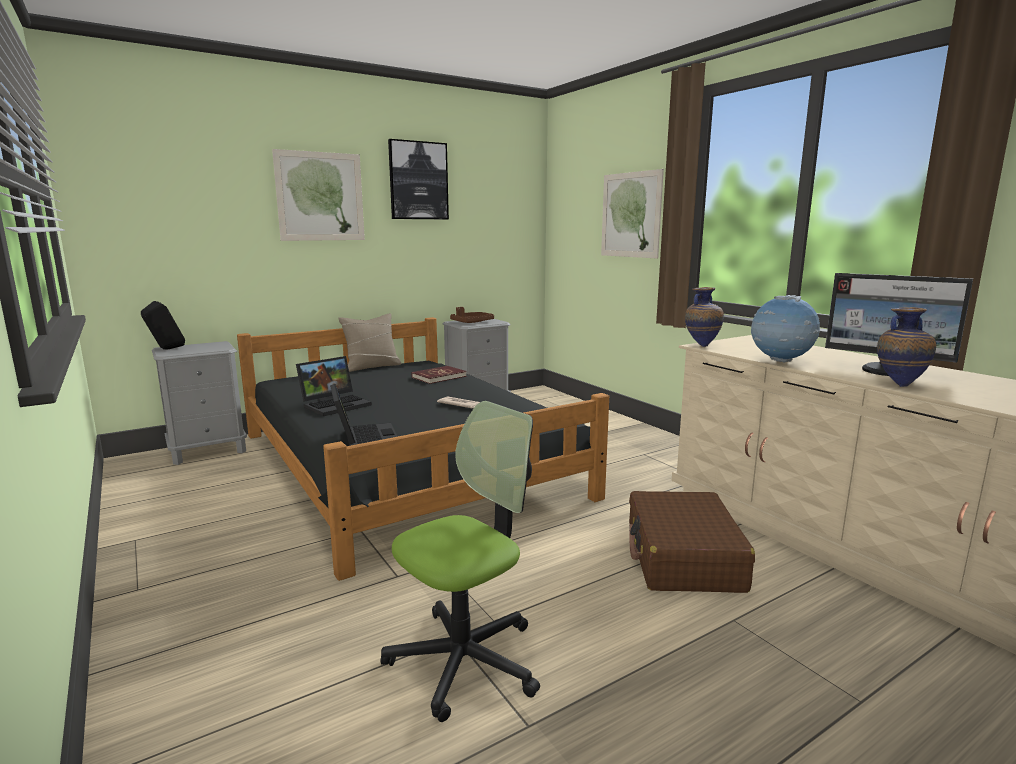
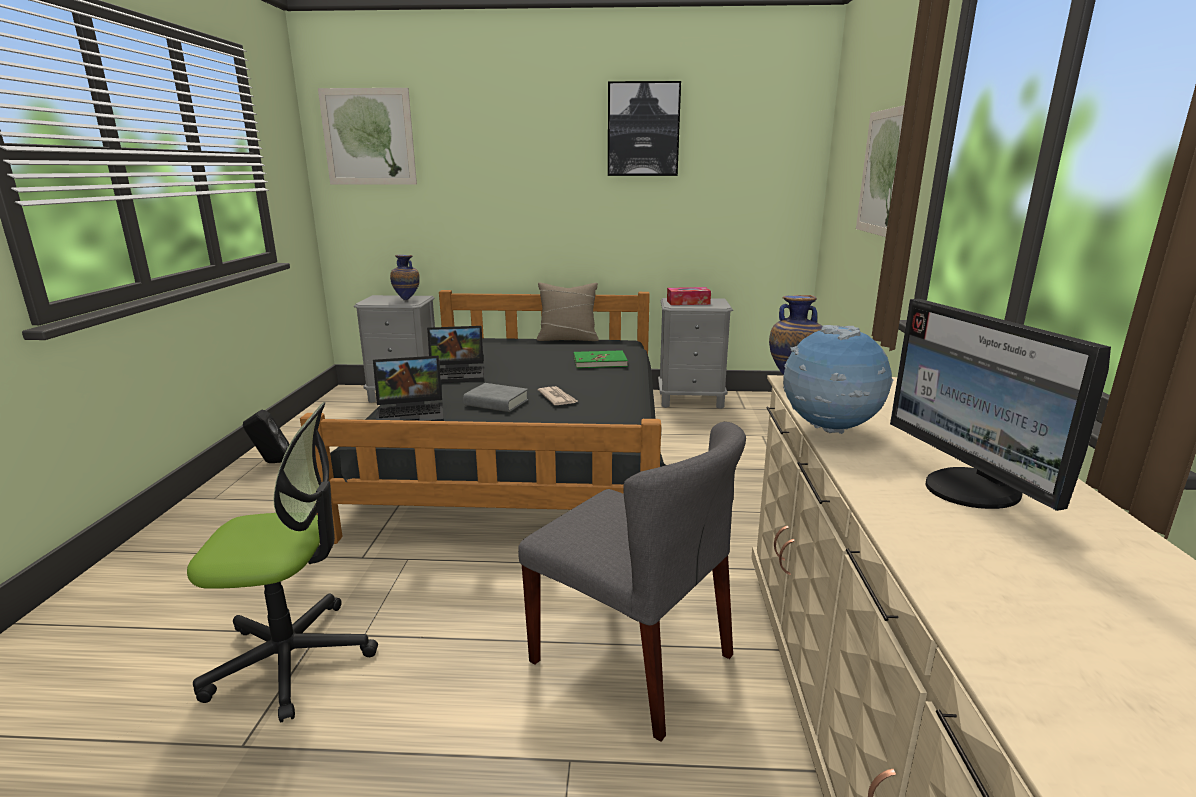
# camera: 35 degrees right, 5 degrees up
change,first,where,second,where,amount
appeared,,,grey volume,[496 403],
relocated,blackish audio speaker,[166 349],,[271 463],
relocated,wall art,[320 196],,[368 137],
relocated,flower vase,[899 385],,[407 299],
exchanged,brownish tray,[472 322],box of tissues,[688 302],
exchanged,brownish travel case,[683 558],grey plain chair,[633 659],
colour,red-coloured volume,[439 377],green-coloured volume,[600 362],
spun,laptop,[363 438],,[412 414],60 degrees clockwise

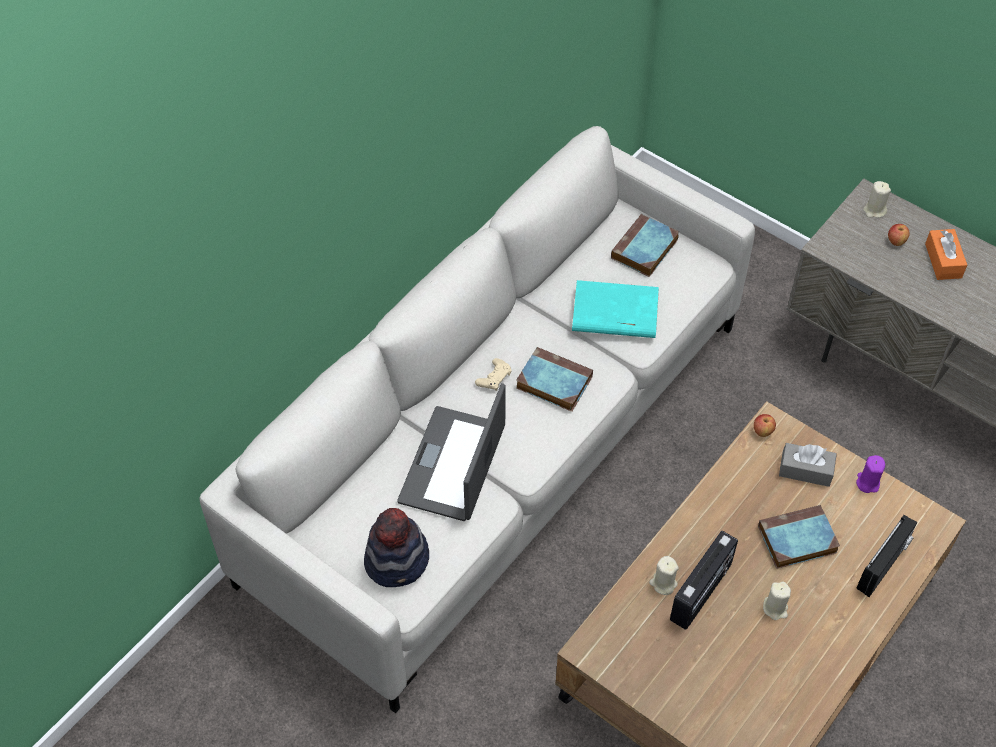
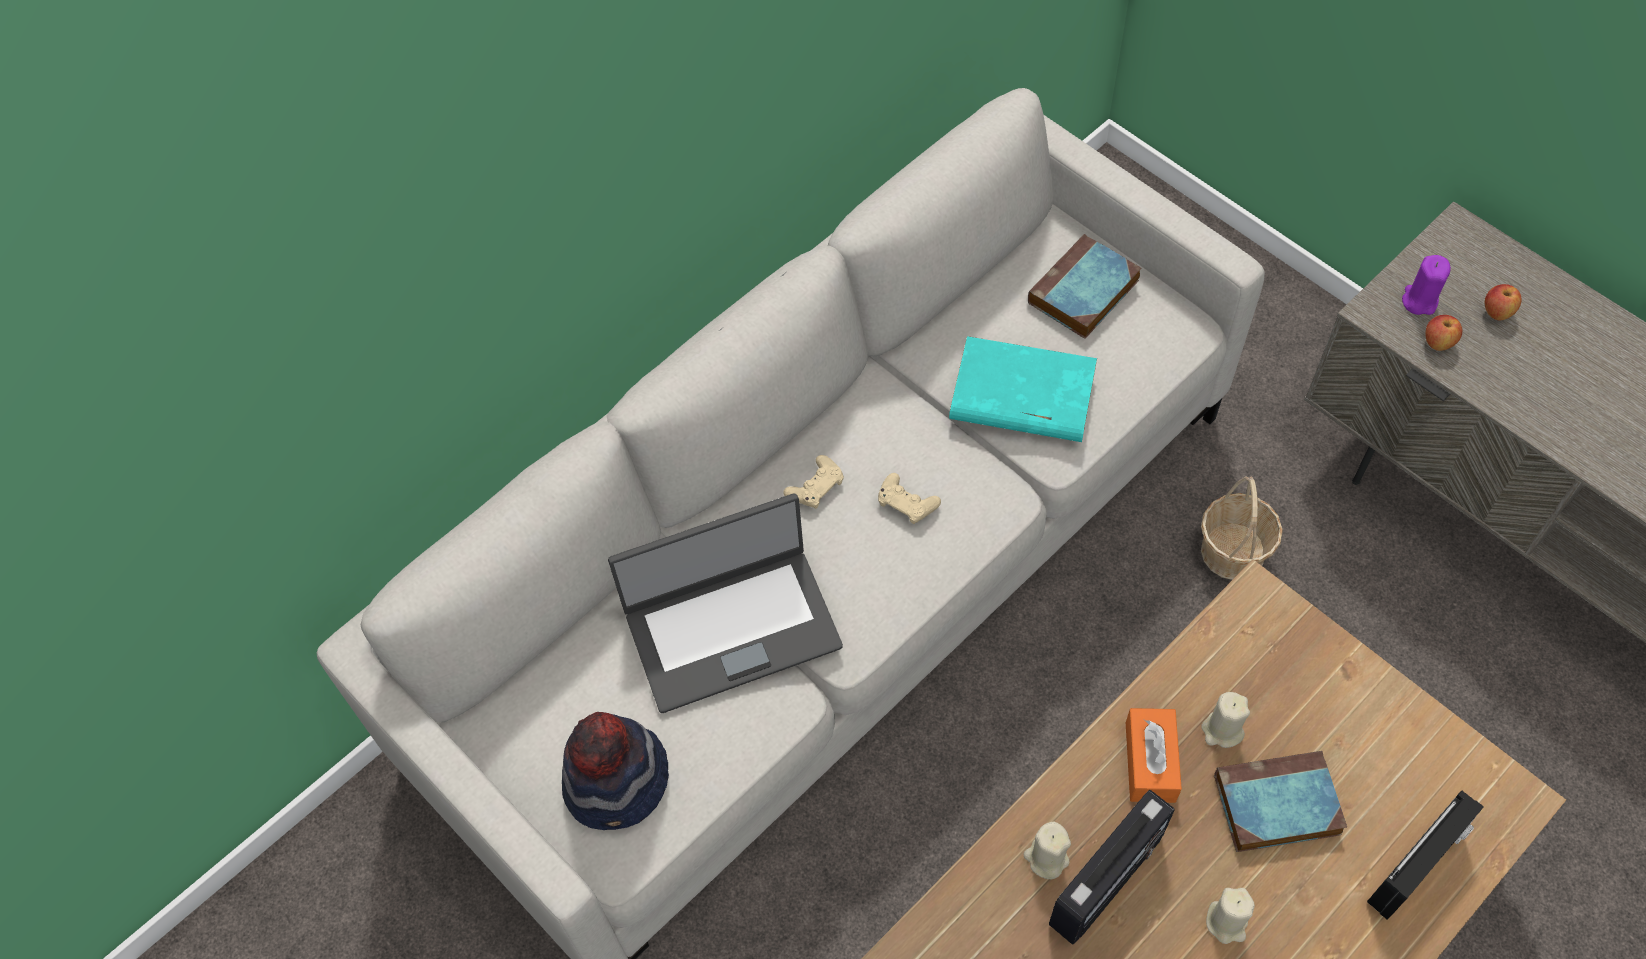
# camera: 10 degrees right, 5 degrees up
change,first,where,second,where,amount
missing,grey box of tissues,[805 470],,,
appeared,,,storage basket,[1233 551],
relocated,whole apple,[762 431],,[1438 342],
relocated,purple-coloured wax candle,[867 483],,[1419 300],
relocated,sand-coloured wax candle,[874 210],,[1222 730],
relocated,orangey box of tissues,[943 261],,[1150 762],
exchanged,volume,[552 382],sand-coloured game controller,[907 503],
spun,laptop,[454 464],,[731 628],135 degrees counterclockwise

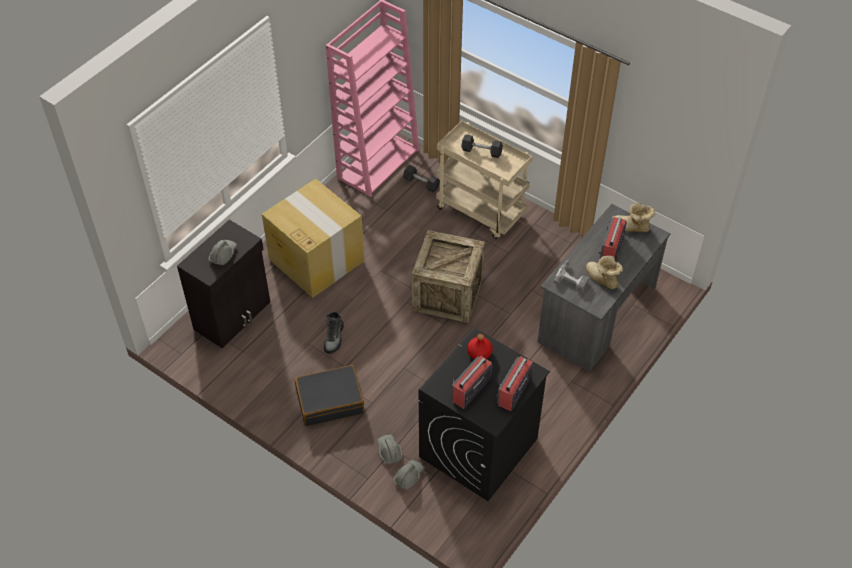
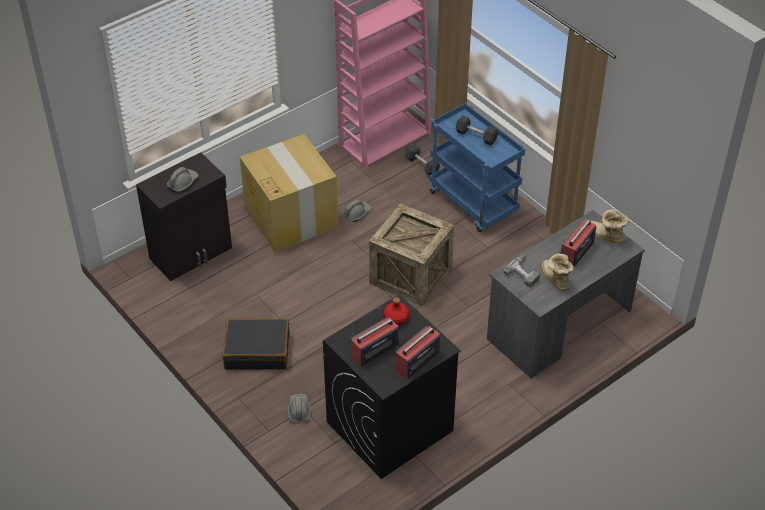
# camera: 15 degrees right, 5 degrees down
change,first,where,second,where,amount
missing,high-top boot,[334 338],,,
relocated,grey hard hat,[408 476],,[357 213],
colour,sand-coloured wheeled cart,[482 212],bluish wheeled cart,[474 204],

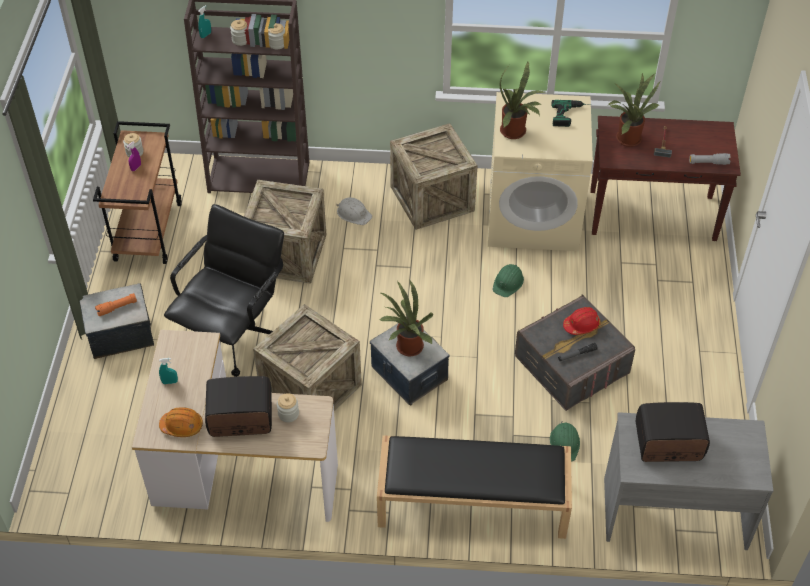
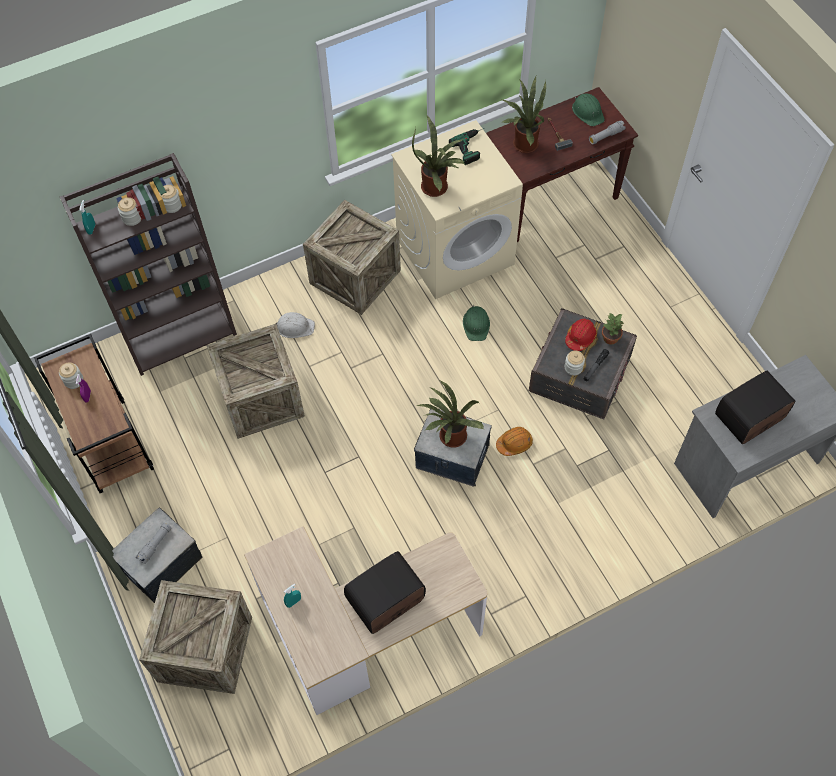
# camera: 30 degrees left, 10 degrees up
change,first,where,second,where,amount
missing,blackish office chair,[234 335],,,
missing,blackish long seat,[471 502],,,
appeared,,,houseplant,[610 338],
relocated,orangey hard hat,[182 426],,[514 443],
relocated,crate,[310 388],,[205 649],
relocated,storage jar,[288 414],,[573 368],
relocated,green-coloured hard hat,[565 443],,[588 112],
colour,orangey flashlight,[117 308],grey flashlight,[155 545],

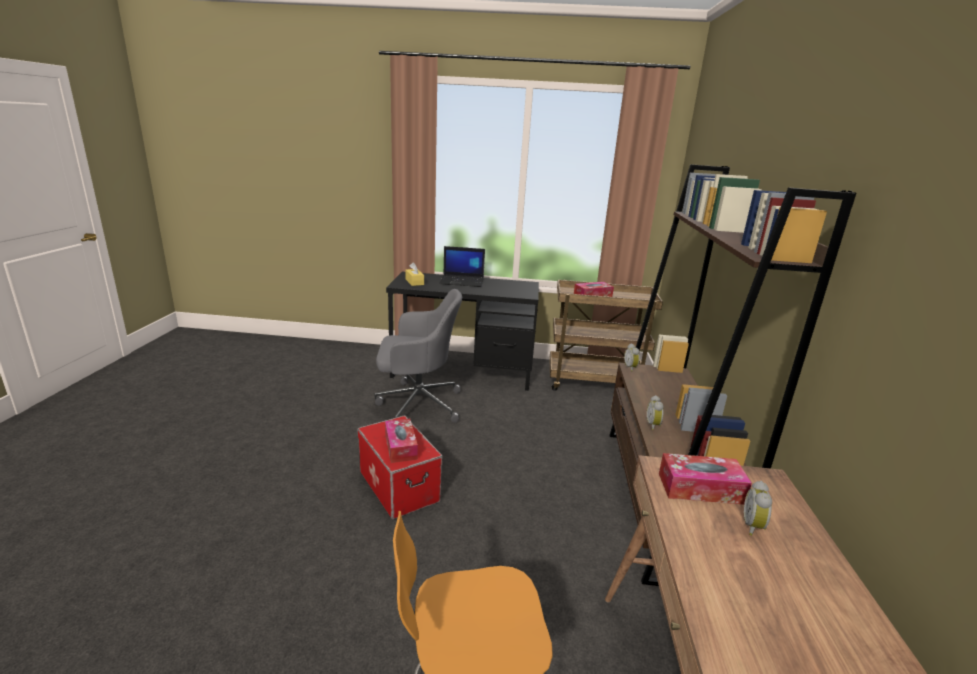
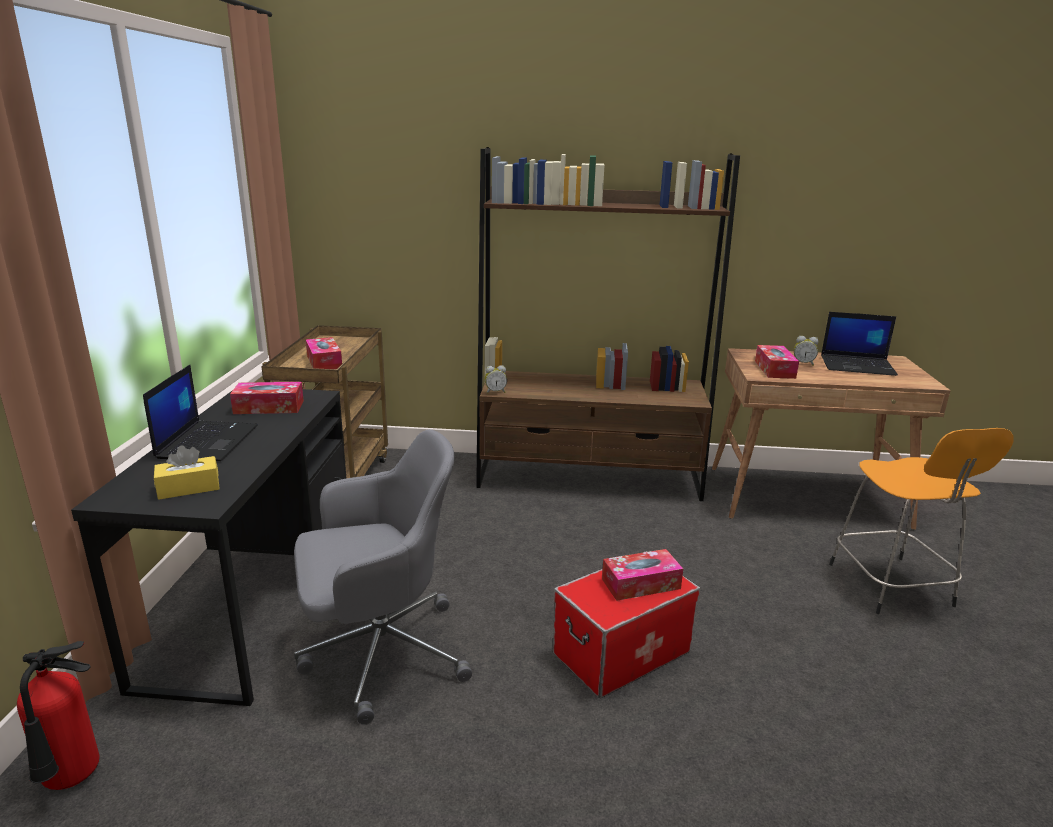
# camera: 90 degrees left, 0 degrees up
change,first,where,second,where,amount
missing,table clock,[654 425],,,
appeared,,,fire extinguisher,[71 781],
appeared,,,box of tissues,[269 407],
appeared,,,laptop,[858 365],
spun,grey office chair,[417 404],,[380 652],75 degrees clockwise

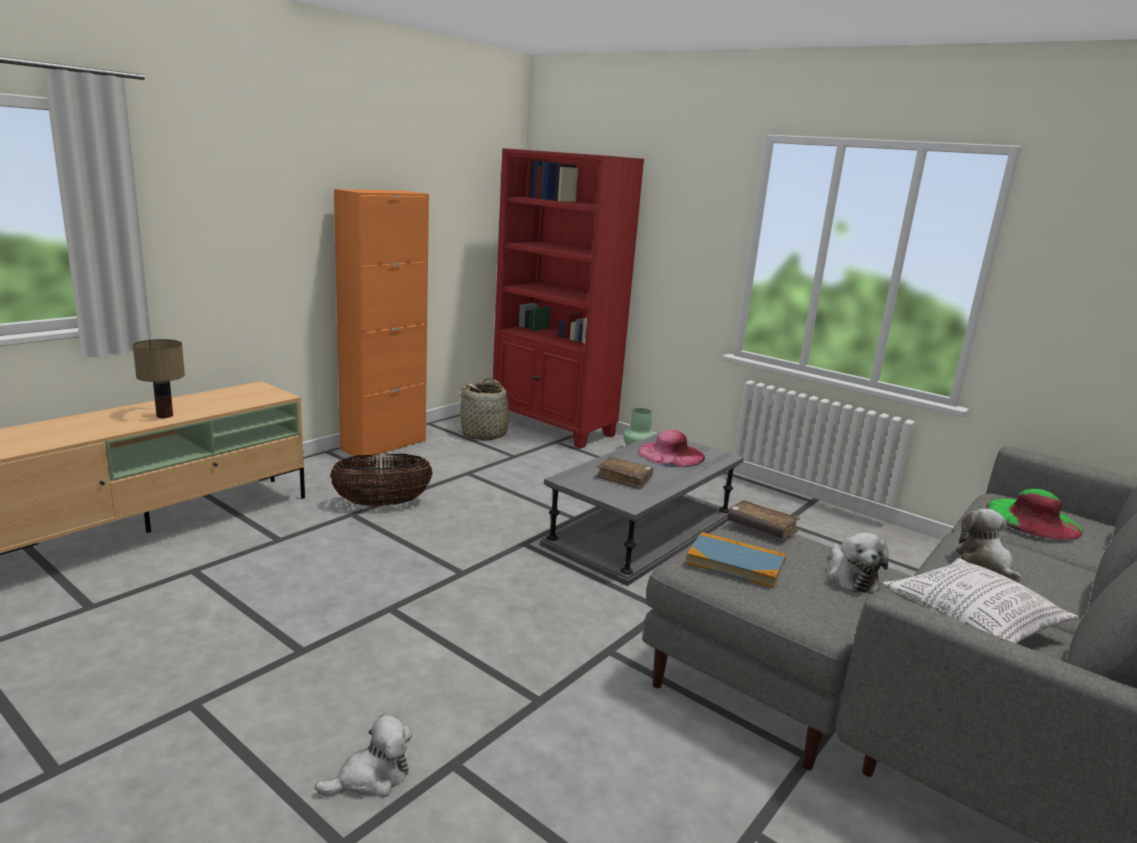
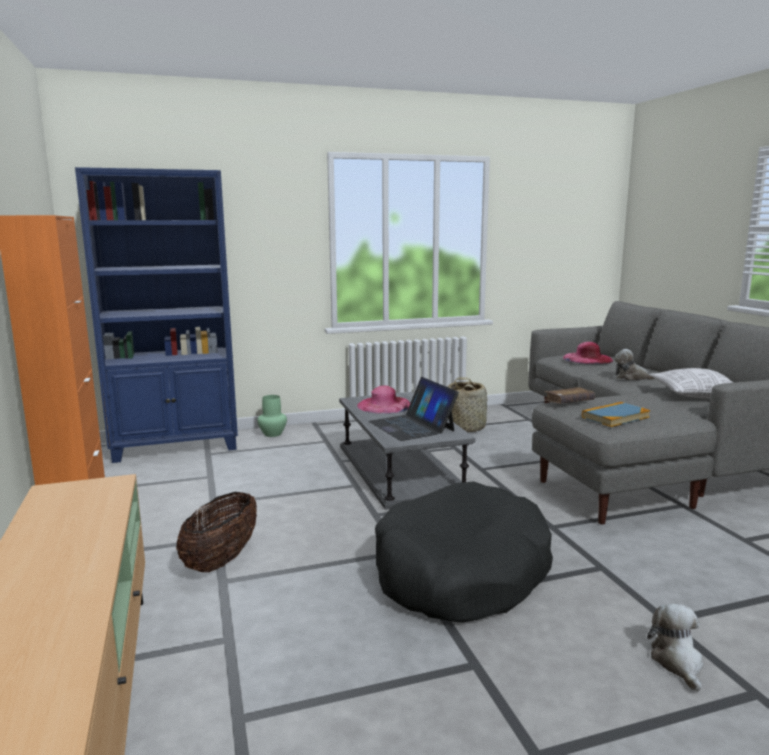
# camera: 55 degrees left, 5 degrees down
change,first,where,second,where,amount
missing,lamp for a table,[164 416],,,
missing,plush toy,[850 576],,,
appeared,,,blackish dog cushion,[461 572],
relocated,storage basket,[484 434],,[465 427],
exchanged,brownish volume,[624 478],laptop,[412 426],
colour,red-coloured bookcase,[553 427],bluish bookcase,[177 447],
colour,green-coloured clothing hat,[1033 519],pink clothing hat,[587 359],

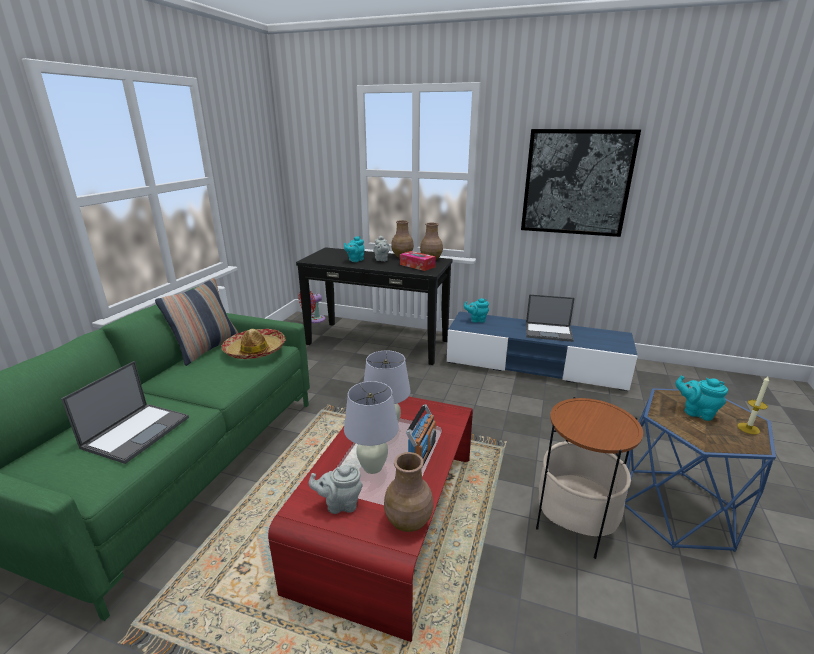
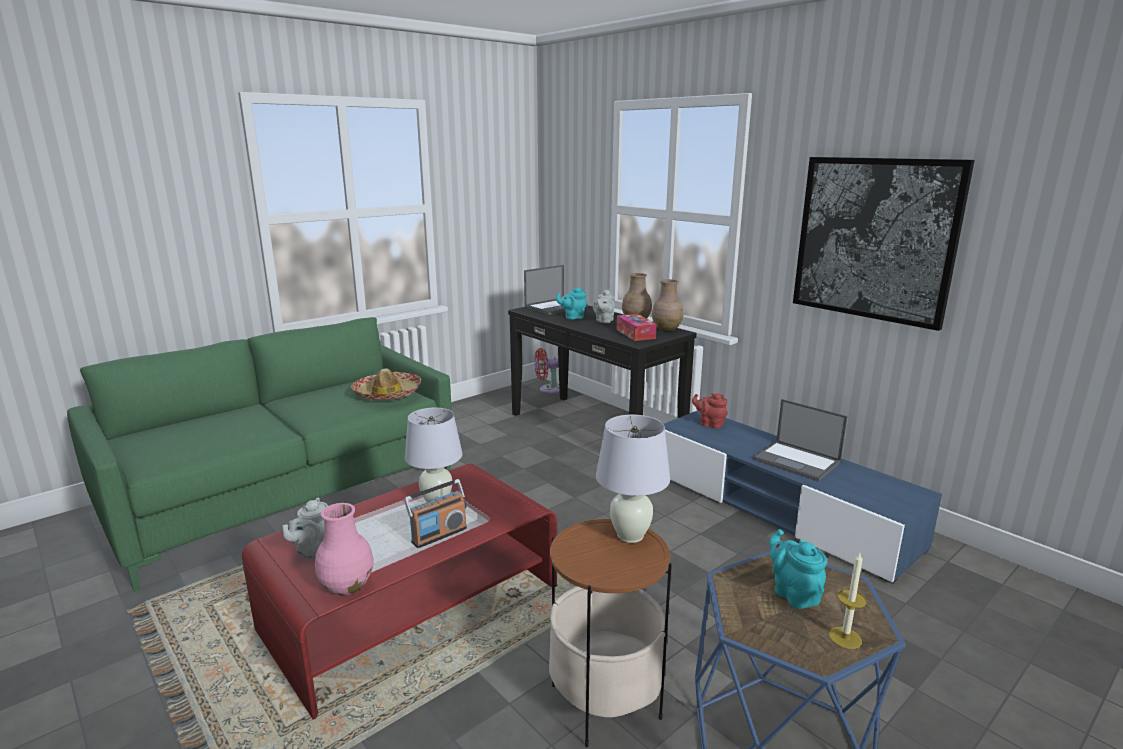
# camera: 30 degrees right, 5 degrees down
change,first,where,second,where,amount
missing,pillow,[207 349],,,
relocated,laptop,[137 431],,[556 307],
relocated,white-coloured lamp for a table,[373 467],,[630 536],
colour,brownish flower vase,[408 522],pink flower vase,[346 587],
colour,turquoise-coloured tea pot,[476 320],red-coloured tea pot,[710 424],
spun,grey tea pot,[340 504],,[312 550],90 degrees counterclockwise

